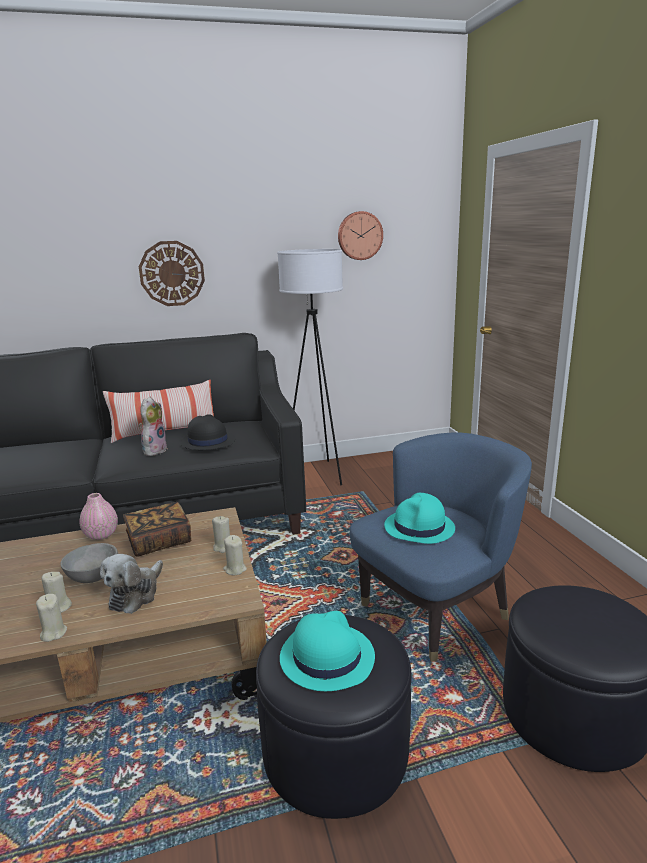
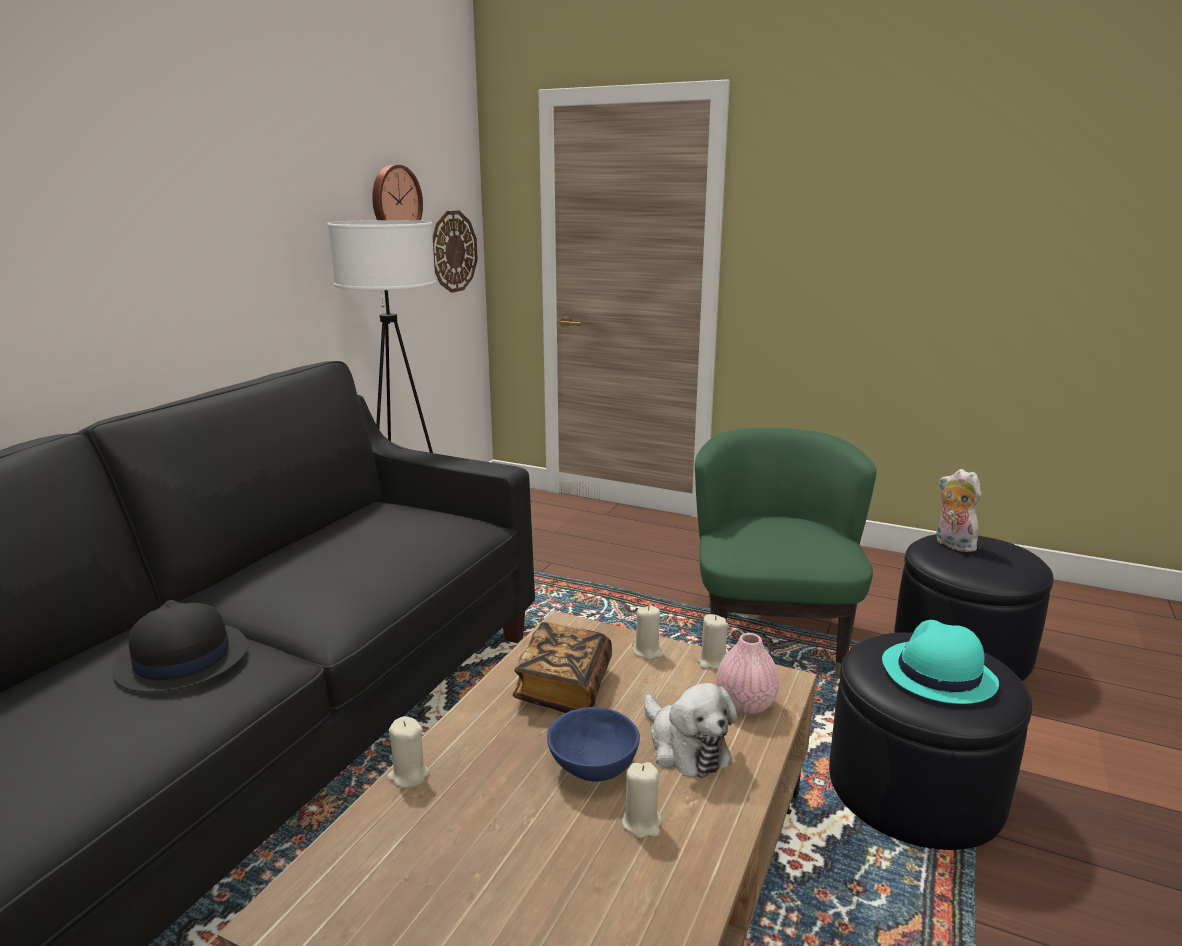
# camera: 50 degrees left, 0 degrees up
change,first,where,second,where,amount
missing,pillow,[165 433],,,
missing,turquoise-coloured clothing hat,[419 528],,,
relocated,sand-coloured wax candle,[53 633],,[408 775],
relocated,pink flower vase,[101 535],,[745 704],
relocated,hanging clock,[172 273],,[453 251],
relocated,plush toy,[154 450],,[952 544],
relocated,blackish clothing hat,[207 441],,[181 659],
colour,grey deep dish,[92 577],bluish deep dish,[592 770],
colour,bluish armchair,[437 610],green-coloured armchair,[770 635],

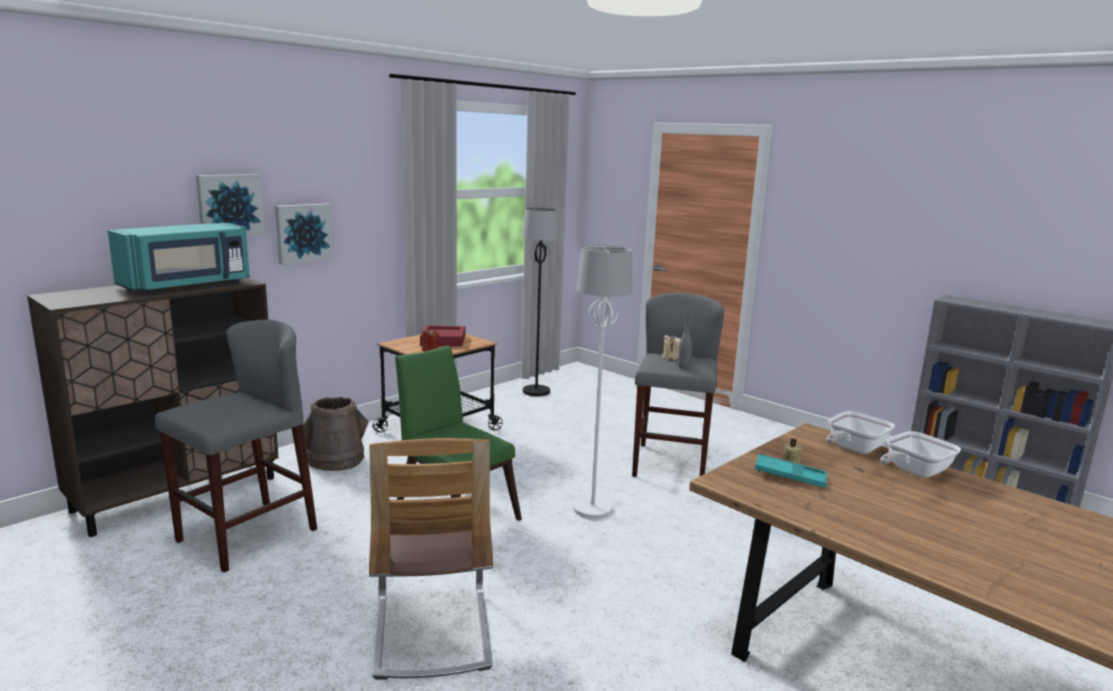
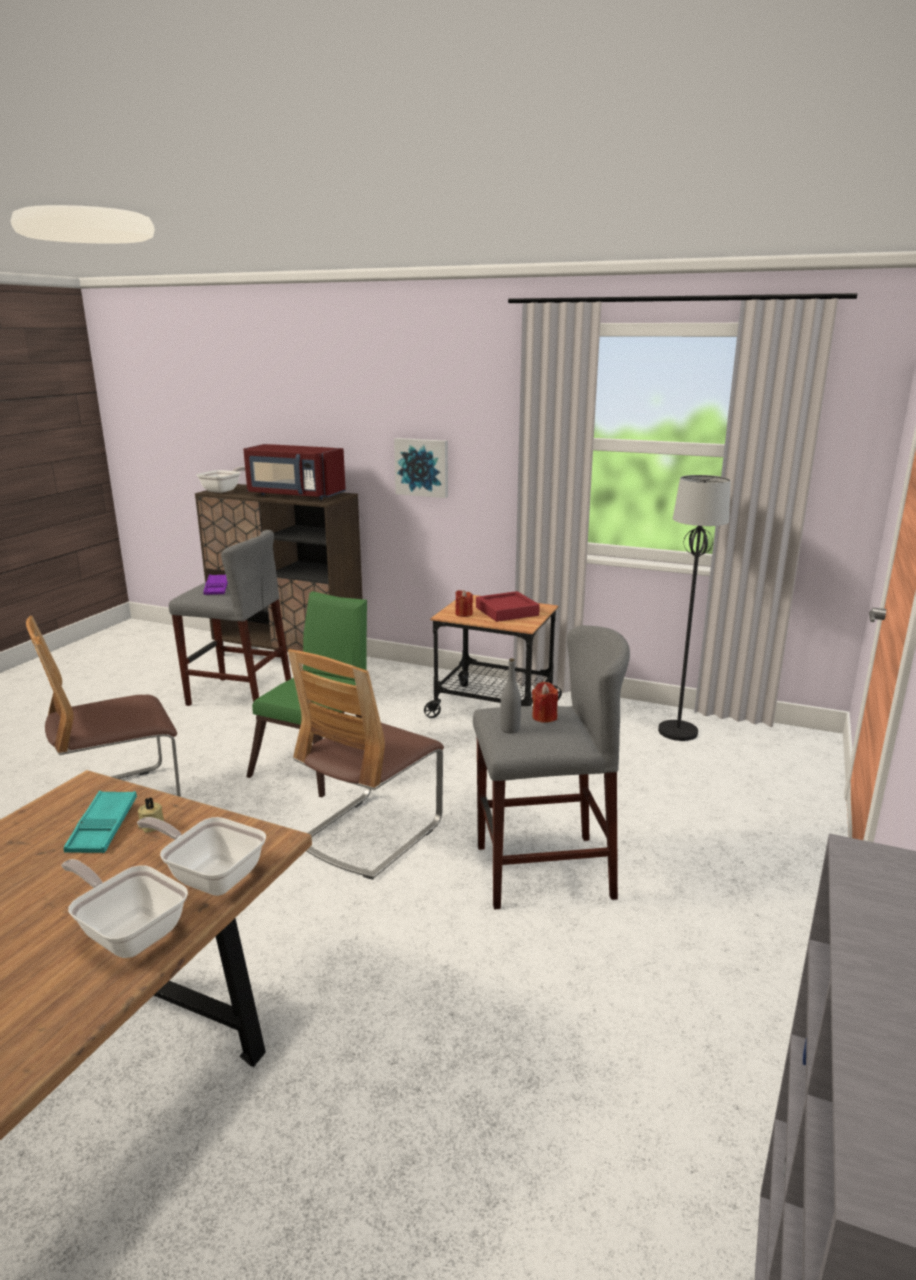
# camera: 70 degrees right, 5 degrees up
change,first,where,second,where,amount
missing,wall art,[230 206],,,
missing,brownish pail,[336 460],,,
appeared,,,pan,[224 490],
appeared,,,purple-coloured tray,[217 588],
exchanged,white-coloured floor lamp,[592 509],plain chair,[370 834],
colour,turquoise-coloured microwave,[187 285],red-coloured microwave,[294 495],
colour,sand-coloured wax candle,[670 357],red-coloured wax candle,[544 717],

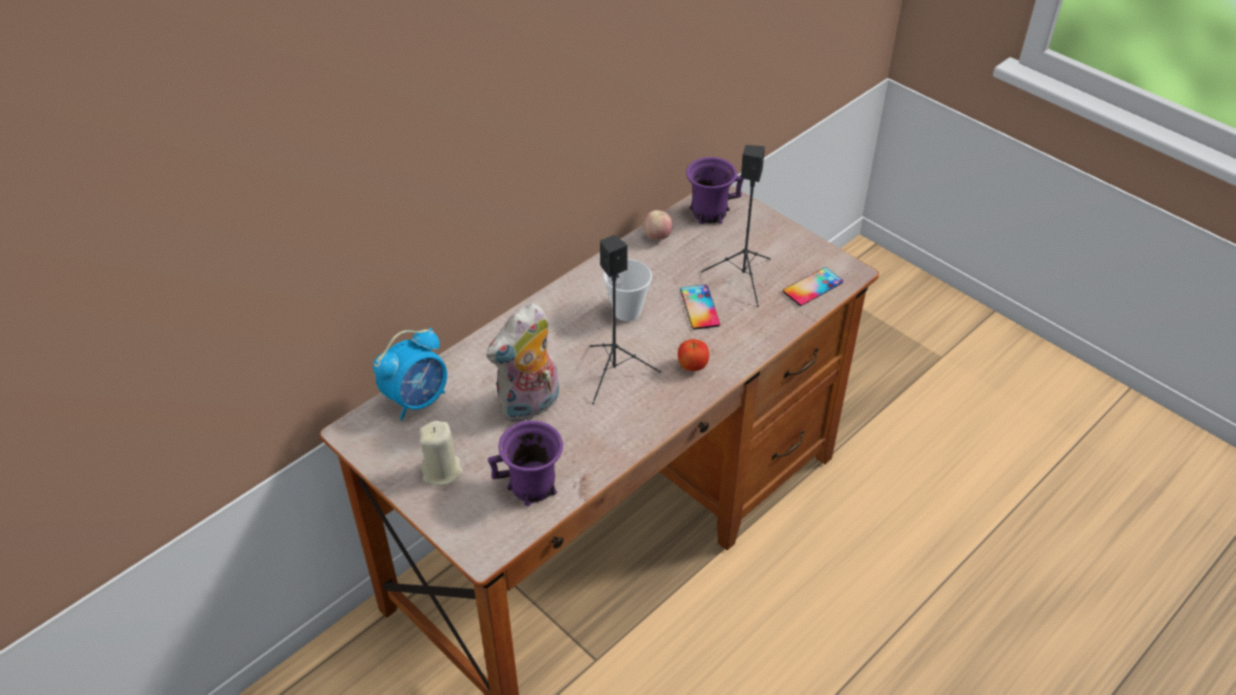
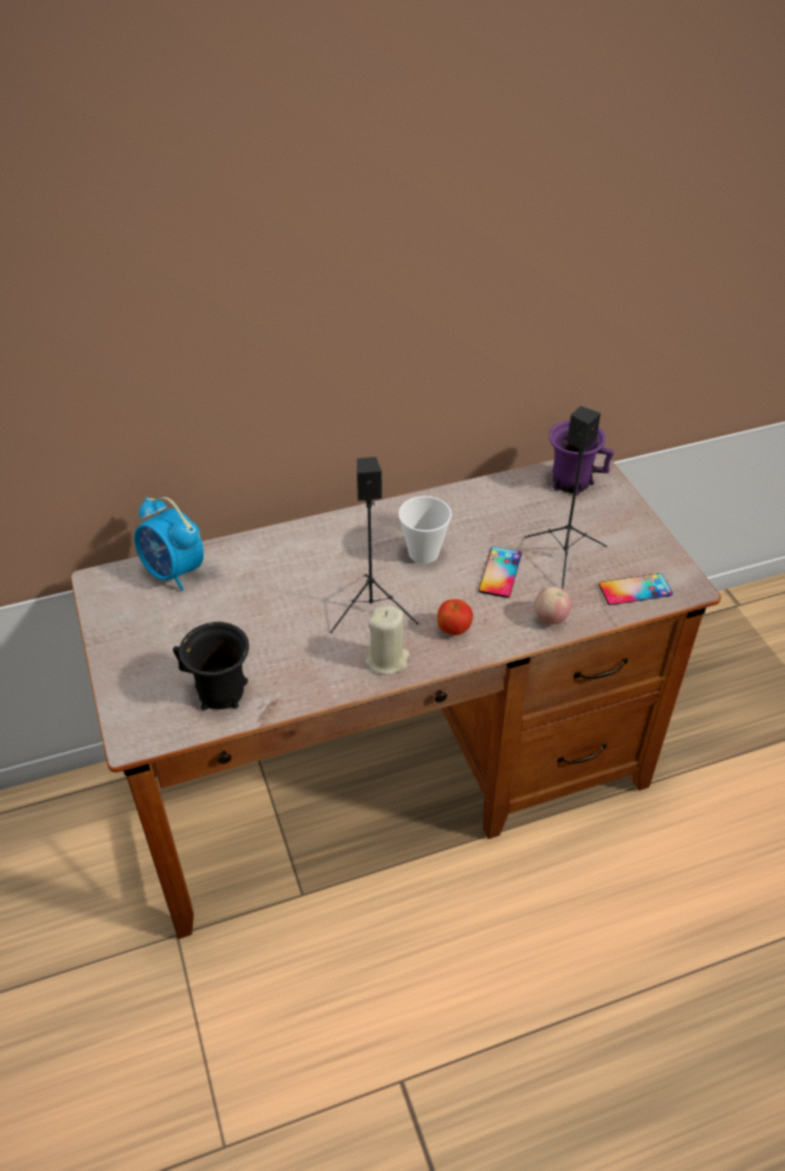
# camera: 25 degrees right, 0 degrees up
change,first,where,second,where,amount
missing,plush toy,[530 406],,,
relocated,sand-coloured wax candle,[442 471],,[387 660],
relocated,whole apple,[657 237],,[550 618],
colour,purple-coloured tea mug,[533 486],blackish tea mug,[221 693],
spun,table clock,[417 400],,[173 572],60 degrees clockwise

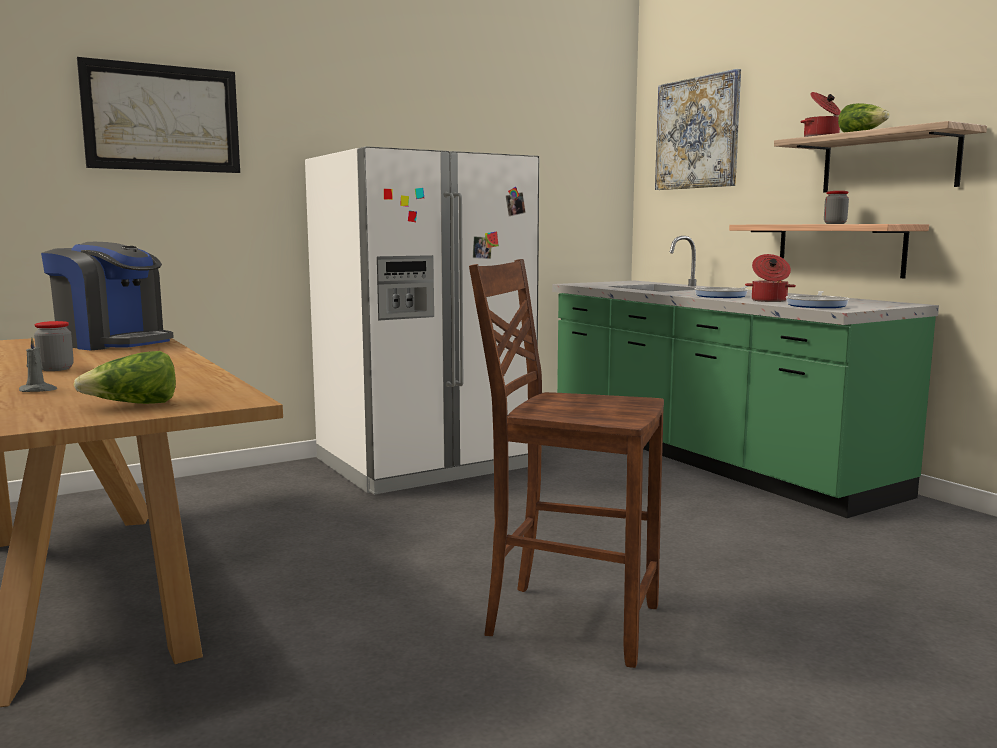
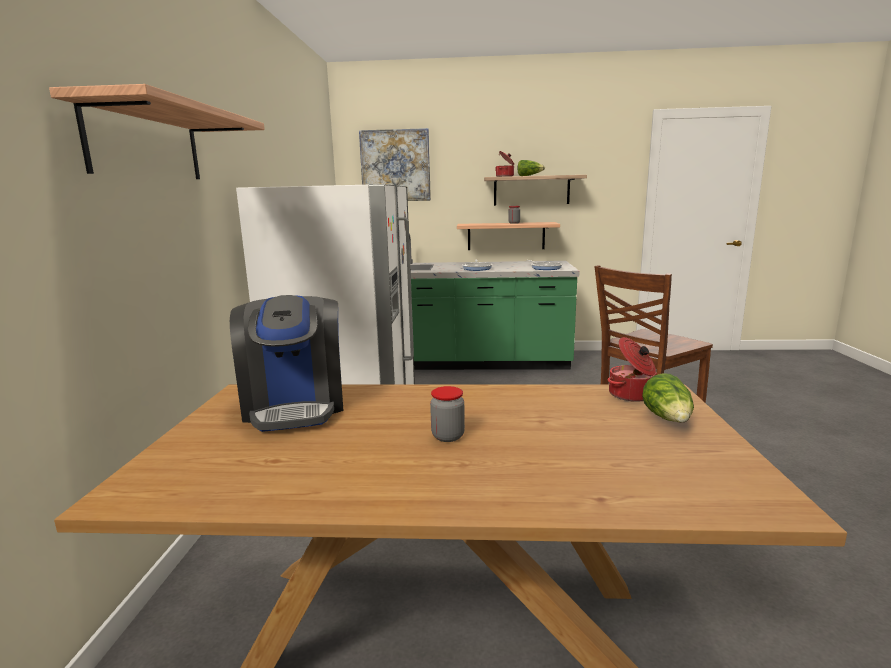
# camera: 55 degrees left, 5 degrees up
change,first,where,second,where,amount
missing,grey wax candle,[38 390],,,
relocated,stockpot,[769 301],,[631 395],
exchanged,wall art,[162 118],wall shelf,[146 144],
spun,coffee maker,[113 343],,[295 406],105 degrees clockwise

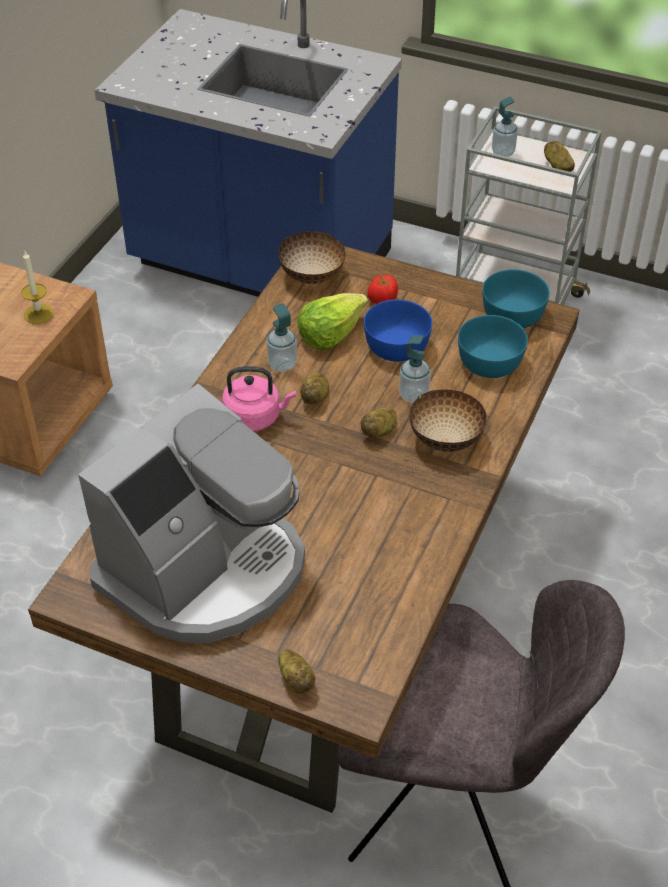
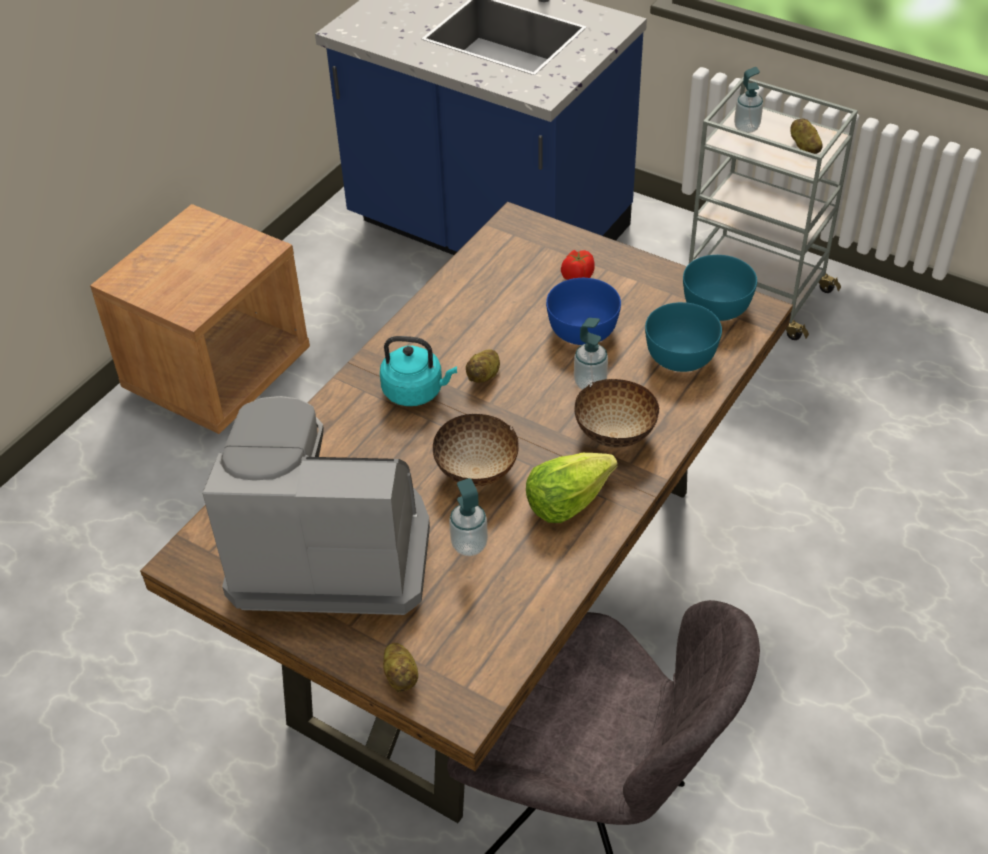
# camera: 10 degrees right, 0 degrees up
change,first,where,second,where,amount
missing,wax candle,[38 314],,,
missing,potato,[379 431],,,
relocated,soap dispenser,[282 364],,[469 545],
relocated,deep dish,[312 277],,[476 472],
relocated,head of lettuce,[330 334],,[567 500],
colour,pink water kettle,[255 417],turquoise-coloured water kettle,[416 391],
spun,coffee maker,[206 570],,[330 548],135 degrees counterclockwise

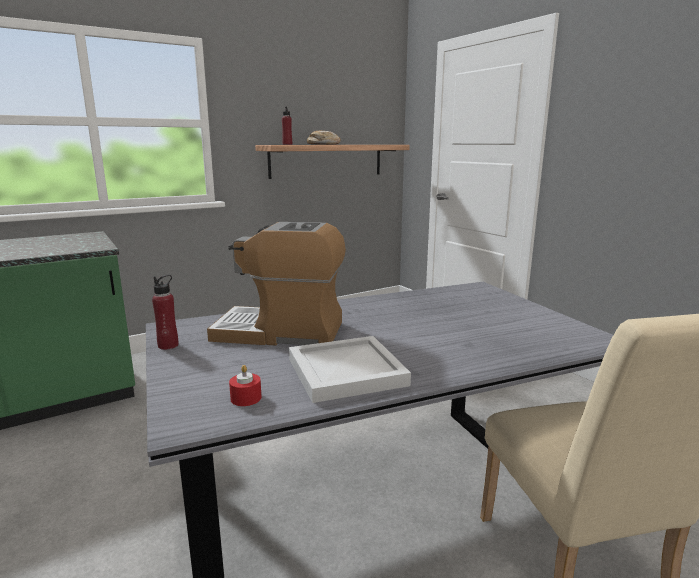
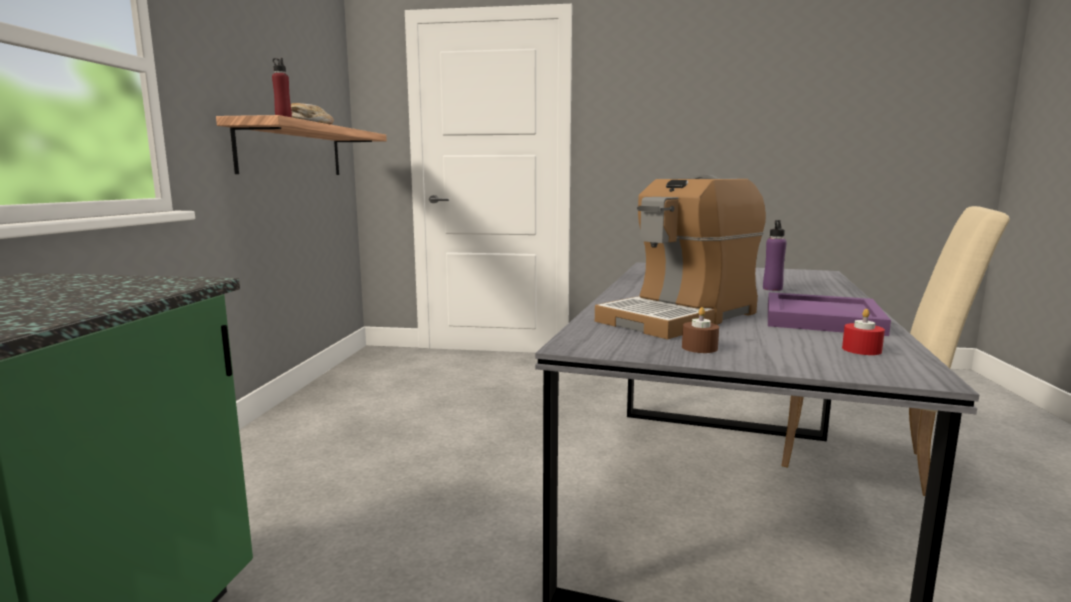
# camera: 50 degrees left, 5 degrees down
change,first,where,second,where,amount
missing,red-coloured drink bottle,[168 345],,,
appeared,,,brownish wax candle,[699 348],
appeared,,,purple-coloured drink bottle,[772 289],
colour,white-coloured tray,[345 372],purple-coloured tray,[823 319],

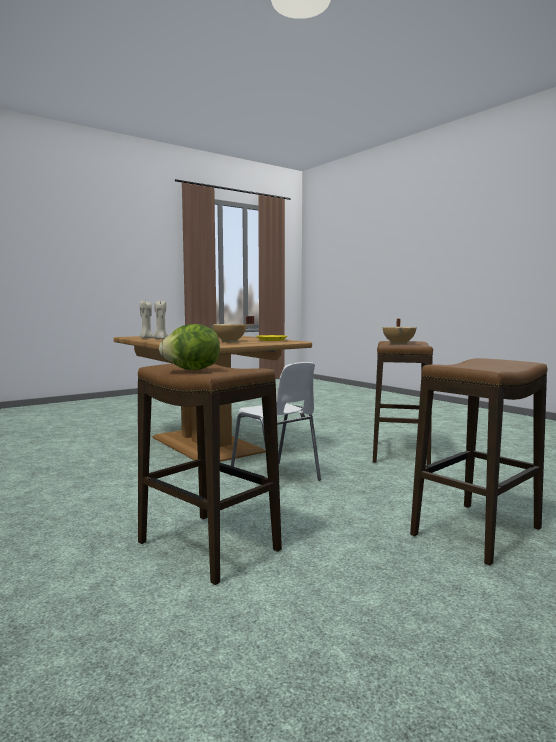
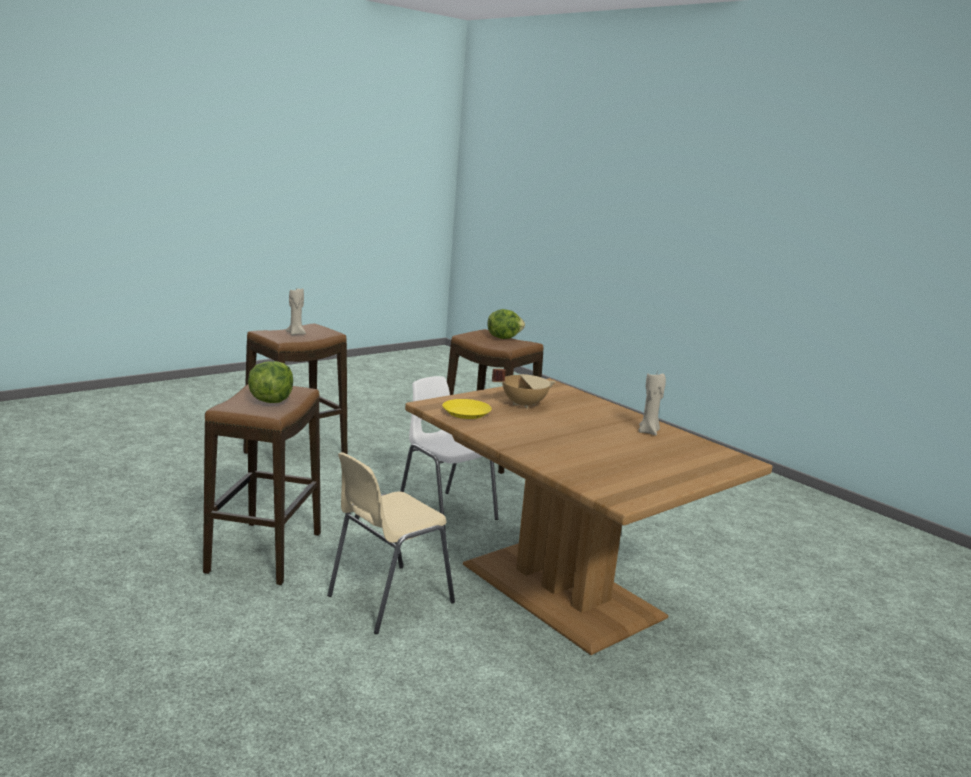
# camera: 175 degrees right, 10 degrees up
change,first,where,second,where,amount
appeared,,,sand-coloured plain chair,[387 599],
relocated,sand-coloured wax candle,[146 338],,[296 333],
exchanged,sand-coloured stockpot,[399 344],head of lettuce,[270 401],

